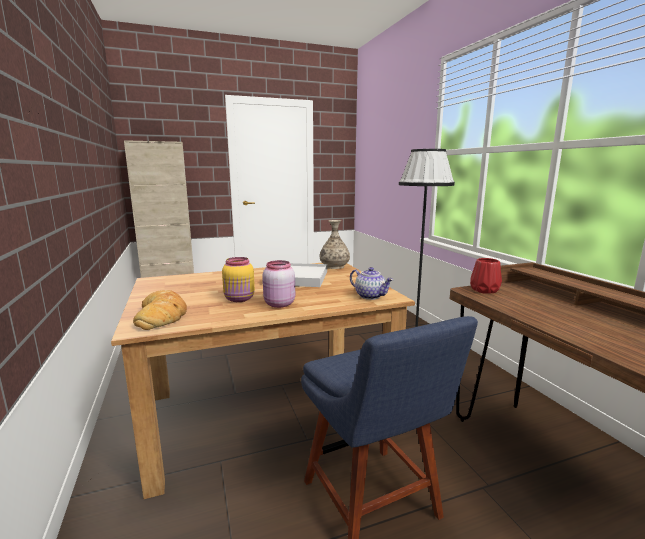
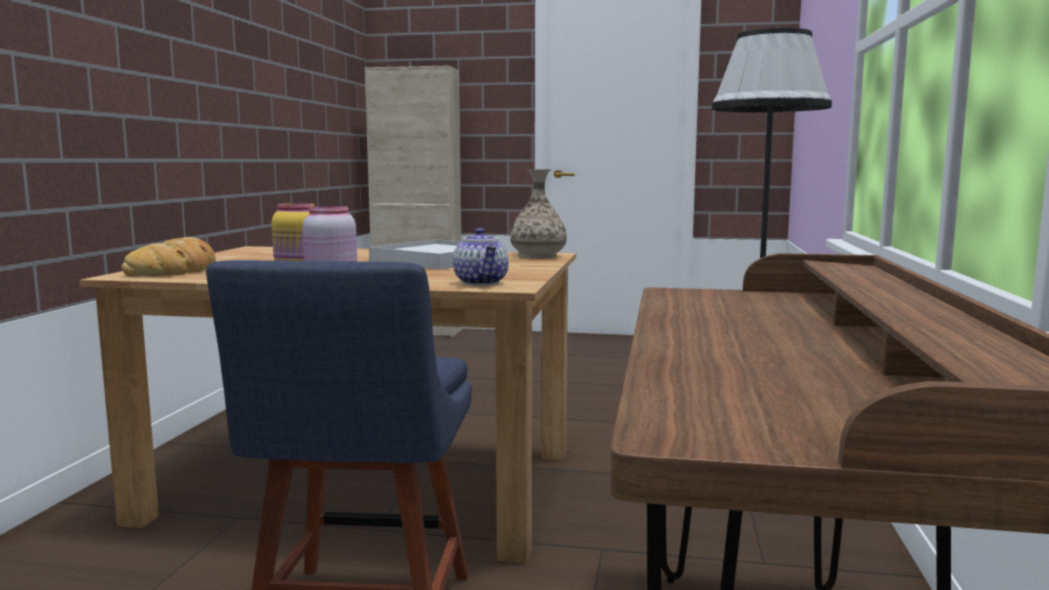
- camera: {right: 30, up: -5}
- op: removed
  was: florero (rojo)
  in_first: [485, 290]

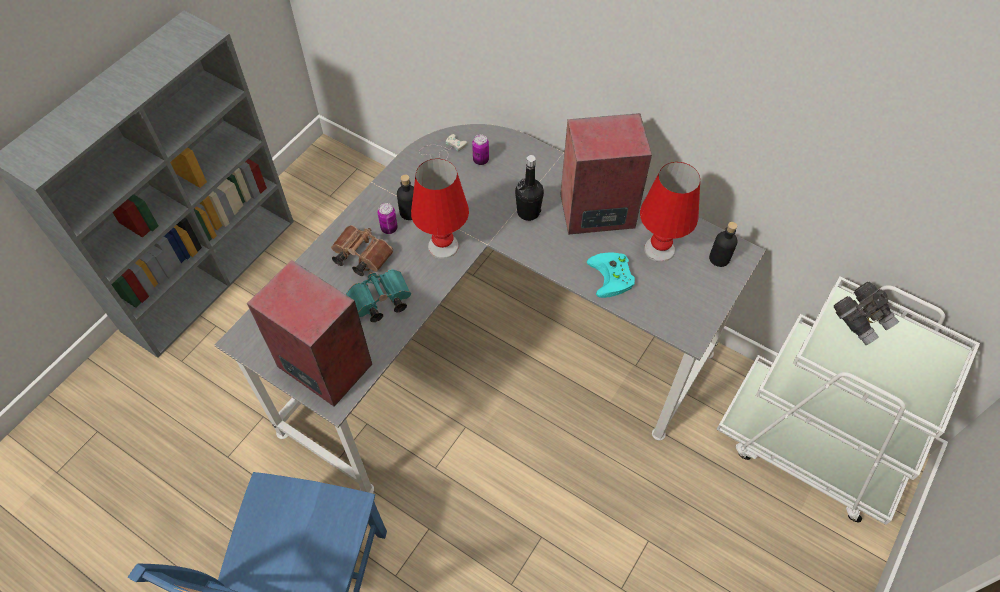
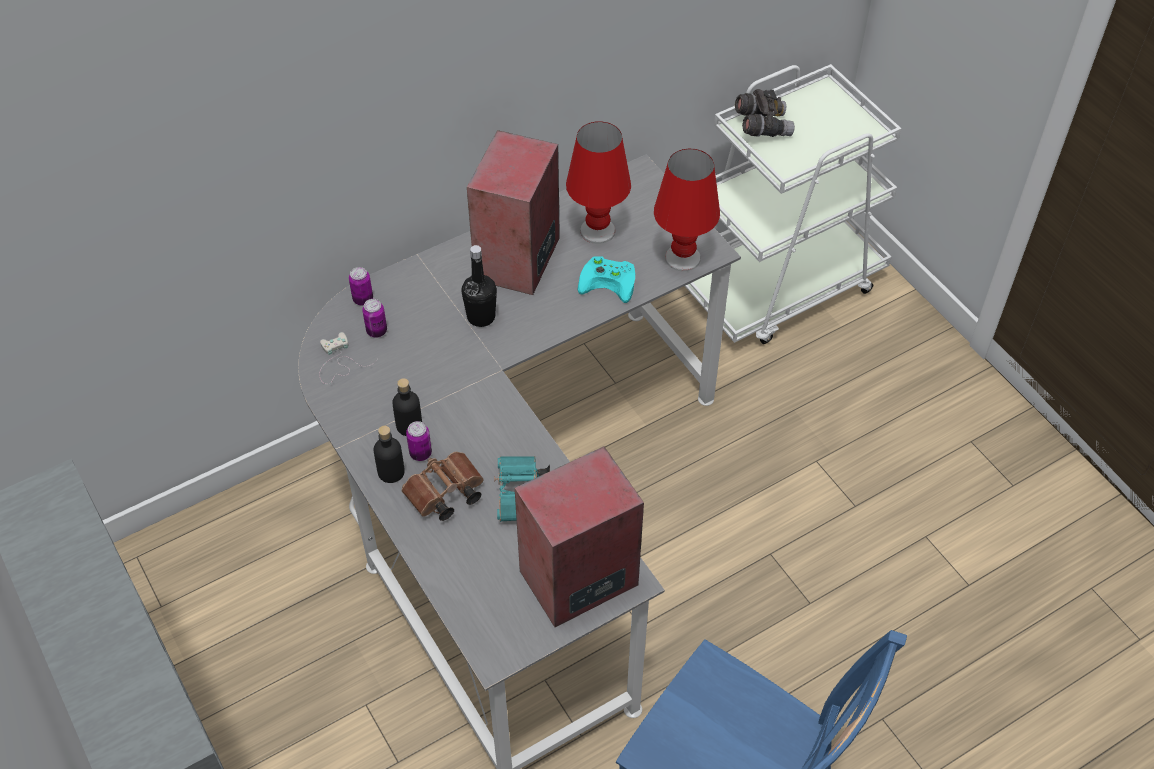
- camera: {right: -65, up: -5}
- op: added
  now: lata
  in_second: [363, 299]
- op: moved
  was: botella (negro)
  in_first: [719, 258]
  in_second: [391, 472]
- op: moved
  was: lámpara de mesa (rojo)
  in_first: [442, 246]
  in_second: [682, 258]

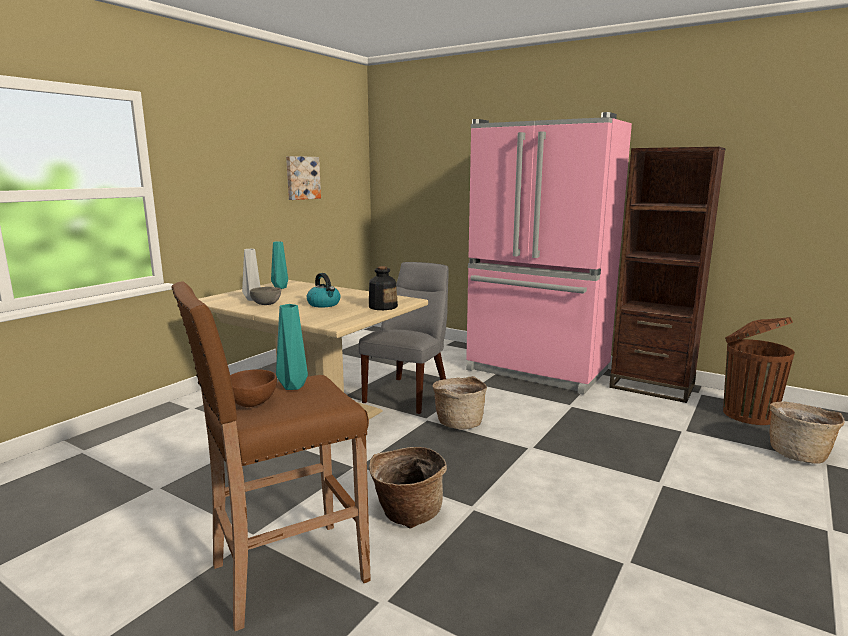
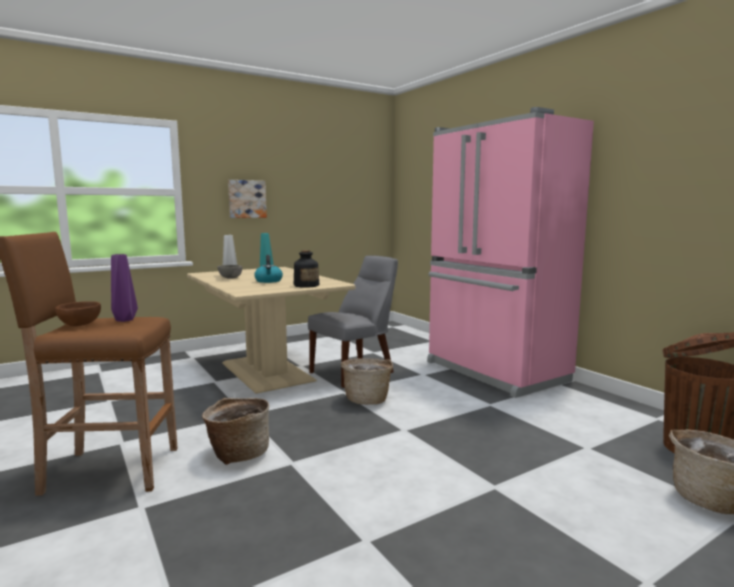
- camera: {right: 25, up: -5}
- op: recoloured
  was: florero (turquesa)
  now: florero (morado)
  in_first: [294, 386]
  in_second: [126, 320]
- op: moved
  was: cuadro
  in_first: [302, 178]
  in_second: [247, 199]
- op: removed
  was: estantería (marrón)
  in_first: [651, 387]

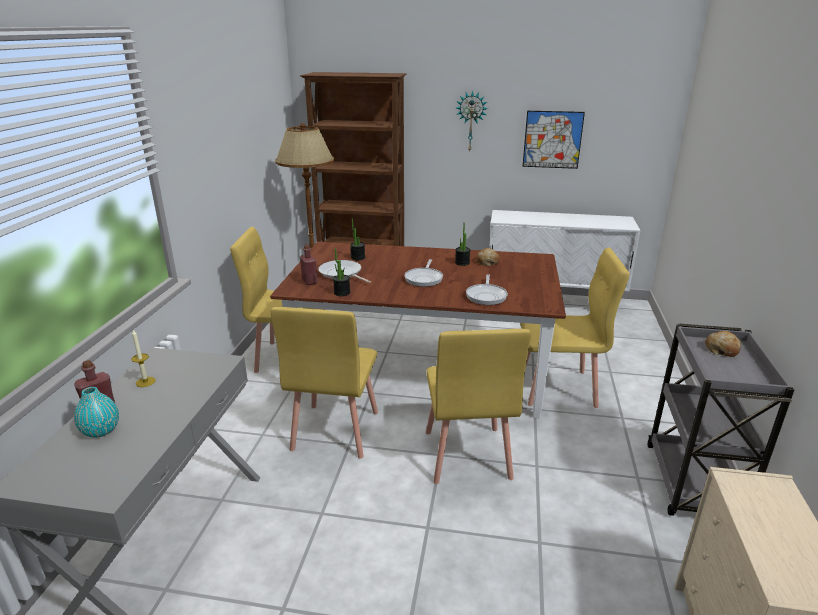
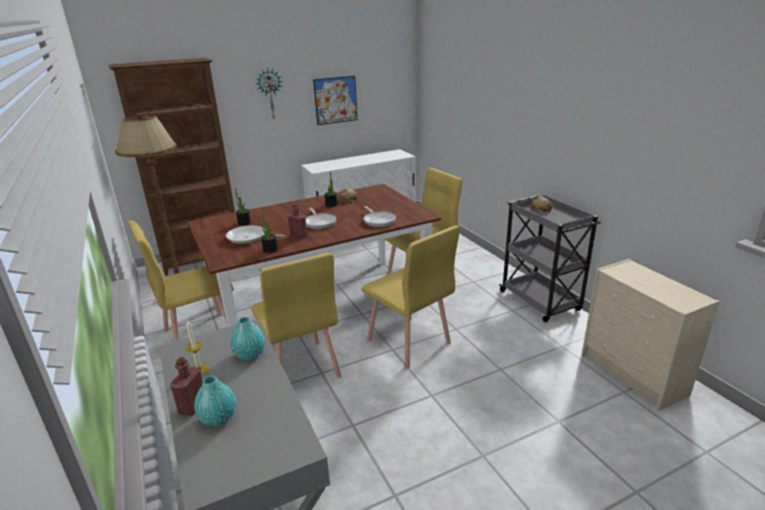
- camera: {right: -35, up: 0}
- op: added
  now: florero (turquesa)
  in_second: [250, 354]
- op: moved
  was: botella (rojo)
  in_first: [309, 281]
  in_second: [298, 236]

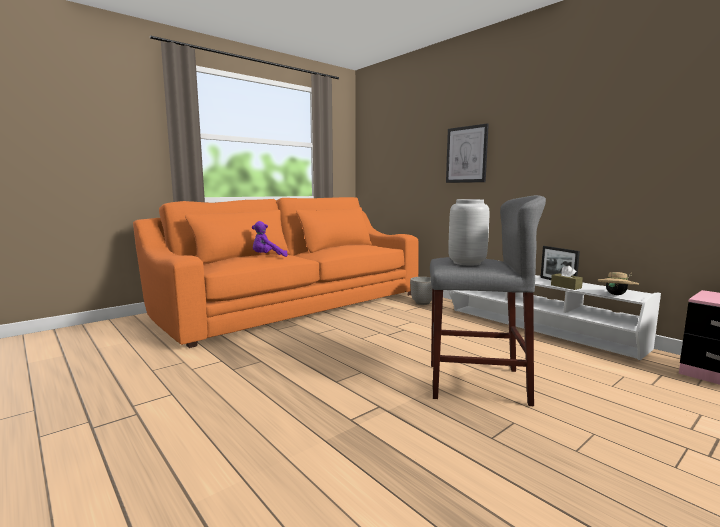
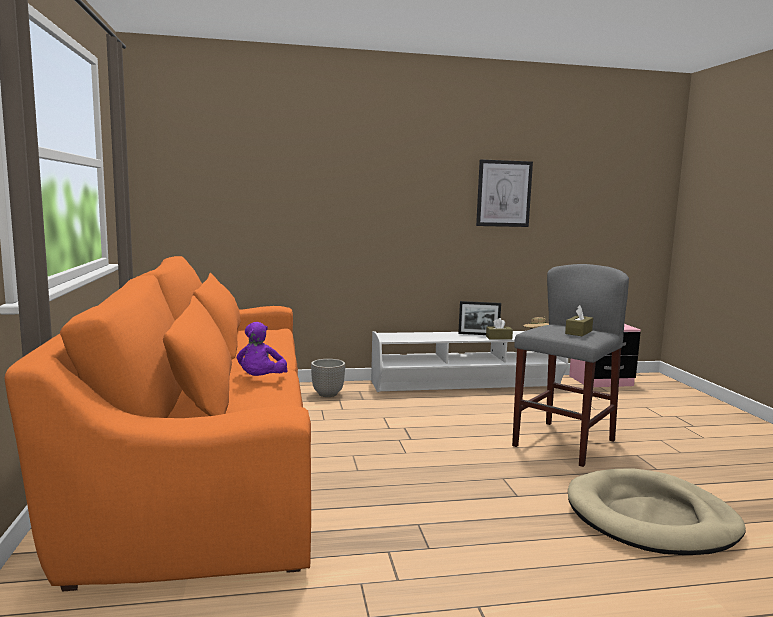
- camera: {right: -60, up: 0}
- op: moved
  was: cuadro
  in_first: [466, 154]
  in_second: [504, 193]
- op: replaced
  was: florero (gris)
  now: caja de pañuelos (marrón)
  in_first: [466, 263]
  in_second: [578, 332]
- op: added
  now: cama para perro (beis)
  in_second: [651, 518]

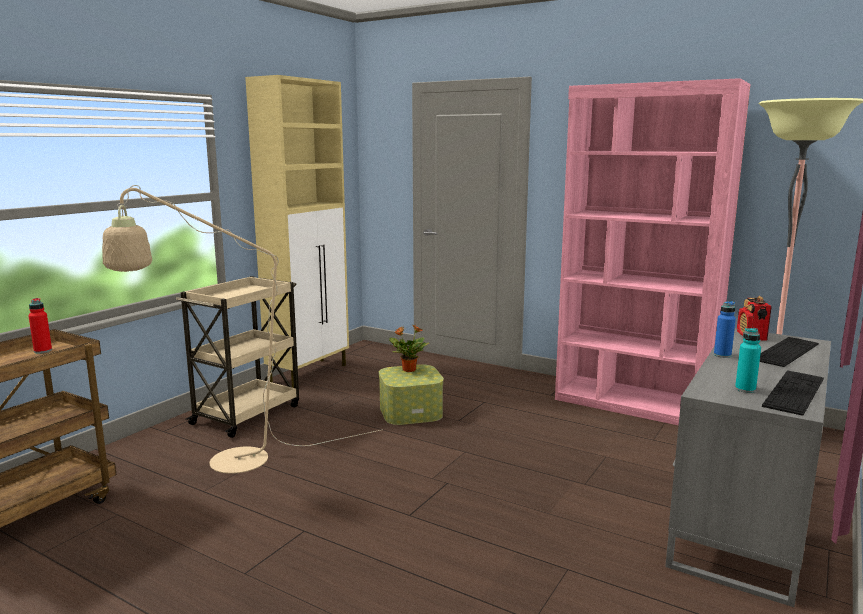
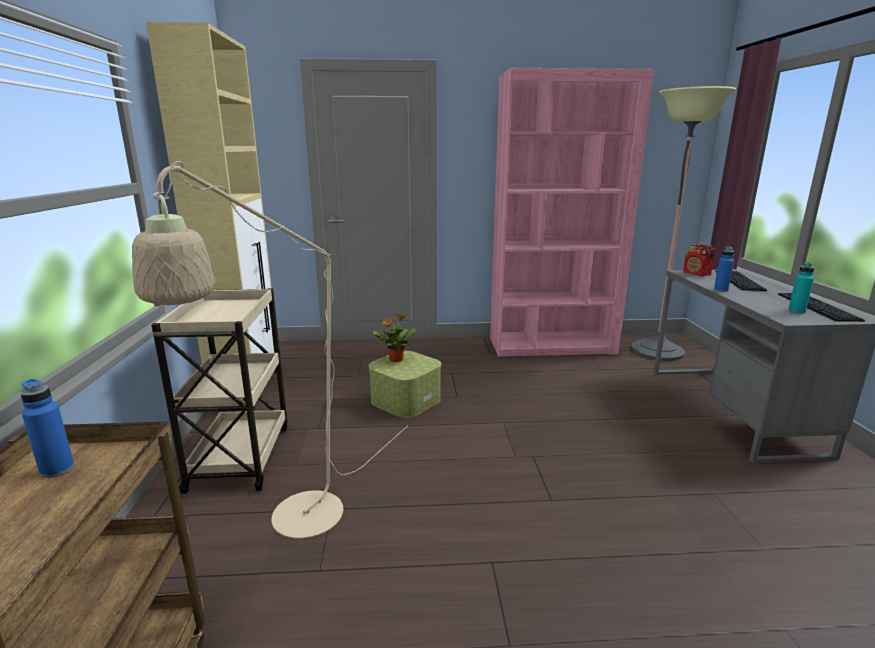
- camera: {right: -35, up: 5}
- op: recoloured
  was: botella (rojo)
  now: botella (azul)
  in_first: [43, 351]
  in_second: [57, 469]

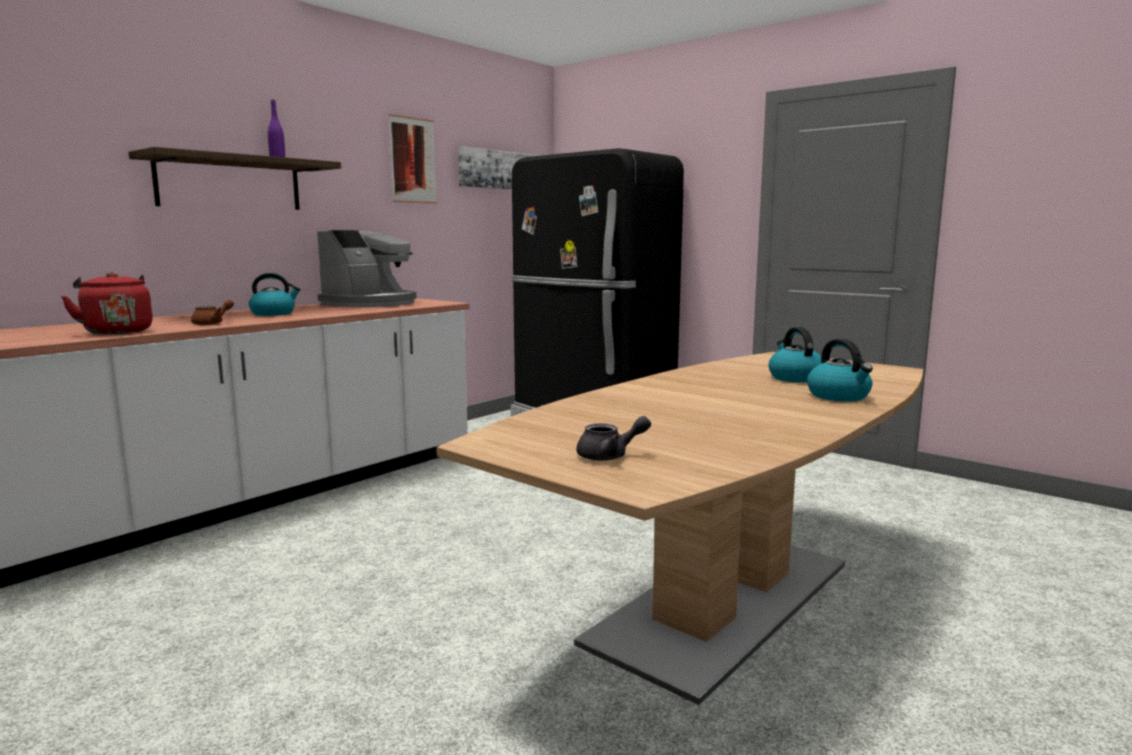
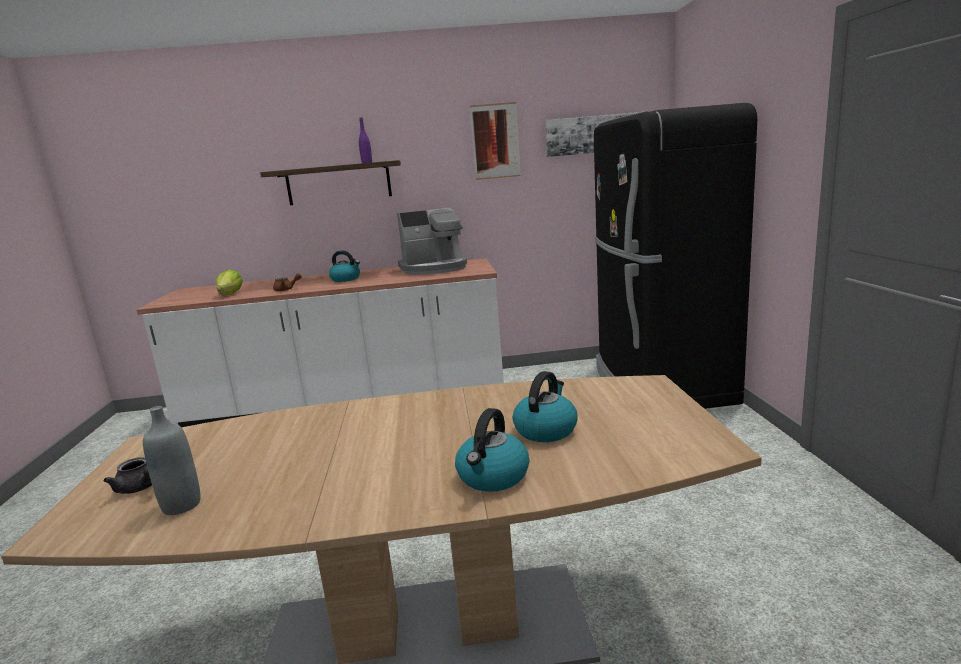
- camera: {right: 45, up: 5}
- op: added
  now: botella (gris)
  in_second: [181, 505]
- op: replaced
  was: hervidor (rojo)
  now: lechuga
  in_first: [116, 331]
  in_second: [231, 294]

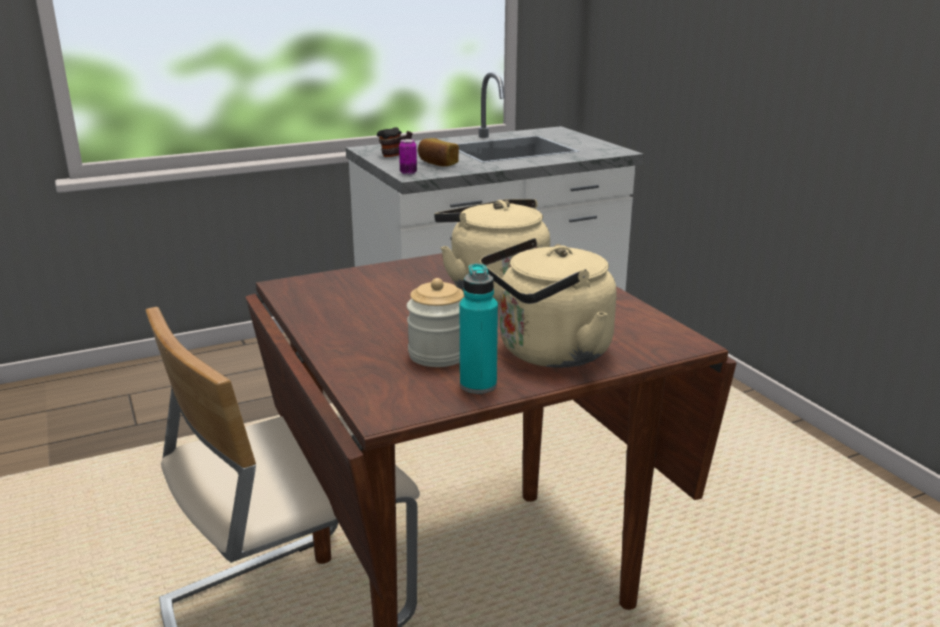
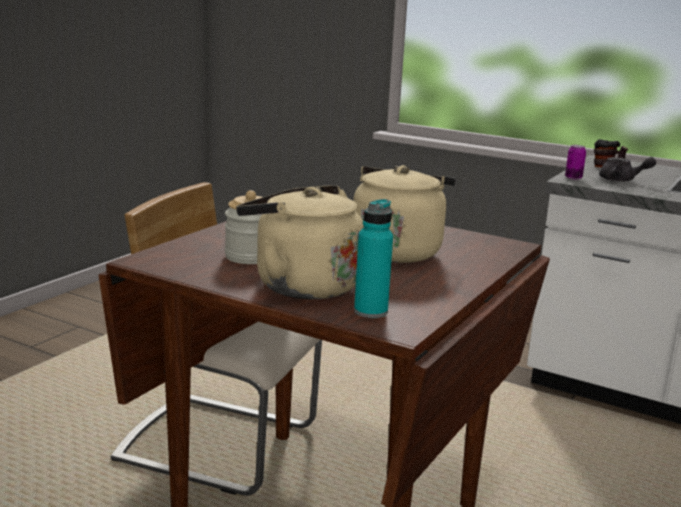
- camera: {right: 55, up: -5}
- op: moved
  was: botella (turquesa)
  in_first: [478, 385]
  in_second: [370, 312]
- op: replaced
  was: pan
  now: tetera (gris)
  in_first: [437, 163]
  in_second: [621, 180]

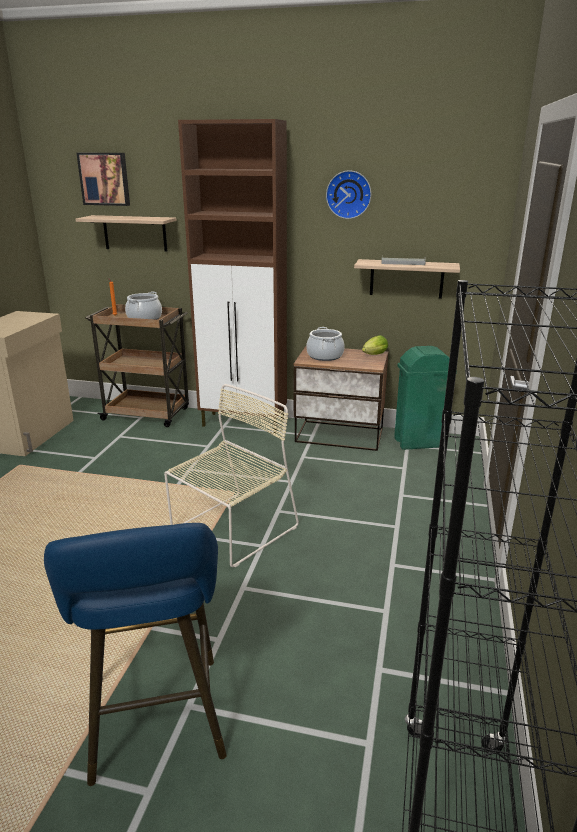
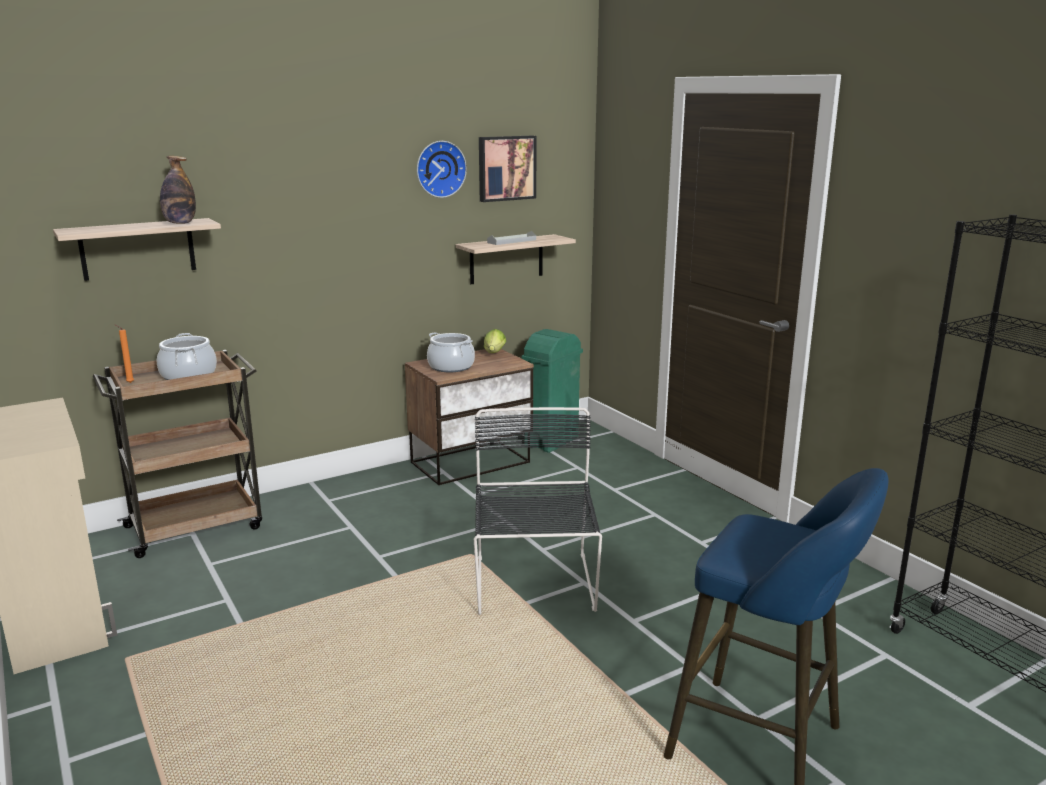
- camera: {right: -45, up: -5}
- op: added
  now: botella
  in_second: [180, 223]
- op: recoloured
  was: silla (beis)
  now: silla (negro)
  in_first: [232, 530]
  in_second: [534, 585]
- op: moved
  was: cuadro
  in_first: [105, 179]
  in_second: [506, 168]
- op: removed
  was: armario (marrón)
  in_first: [244, 423]

